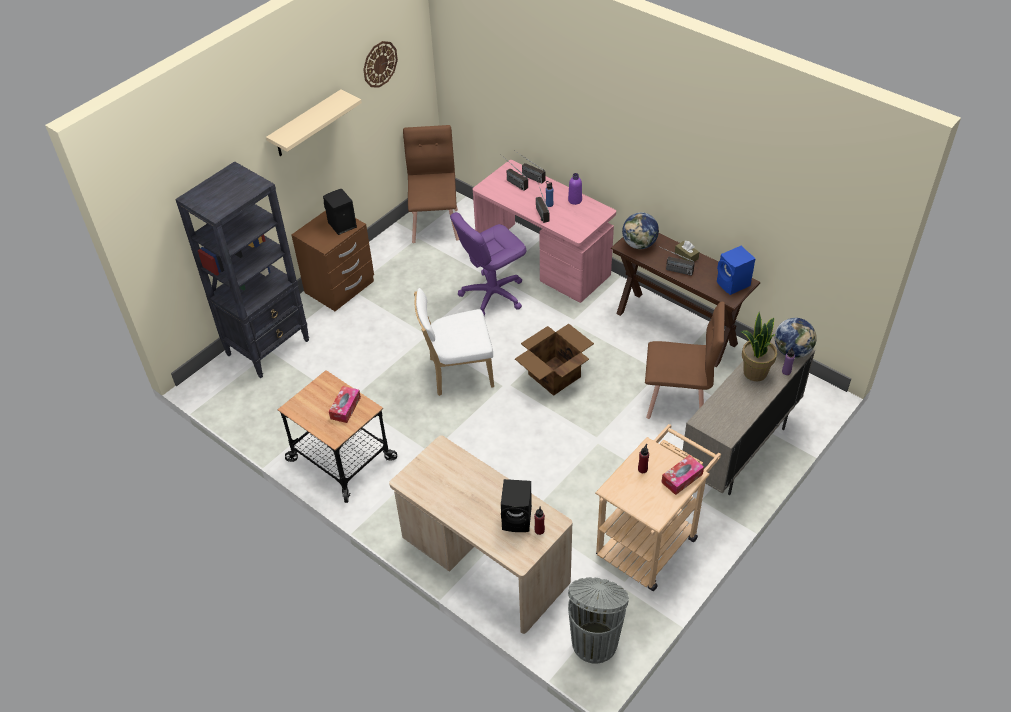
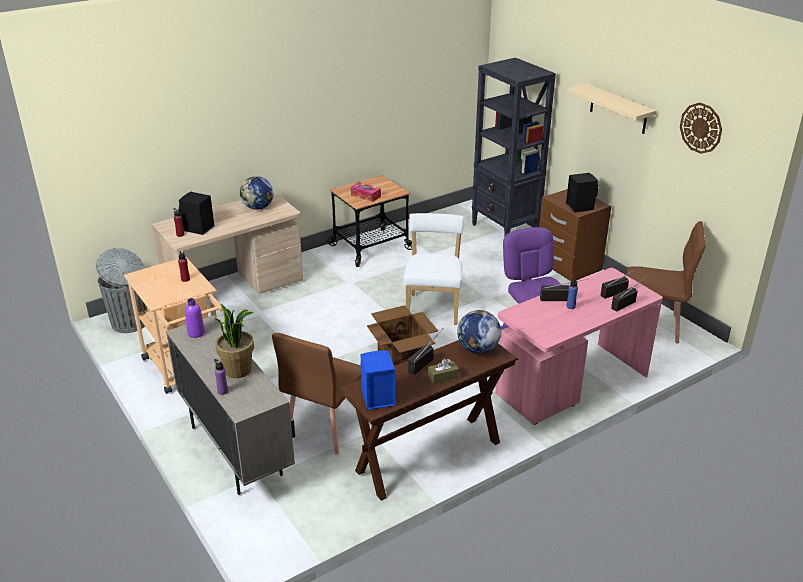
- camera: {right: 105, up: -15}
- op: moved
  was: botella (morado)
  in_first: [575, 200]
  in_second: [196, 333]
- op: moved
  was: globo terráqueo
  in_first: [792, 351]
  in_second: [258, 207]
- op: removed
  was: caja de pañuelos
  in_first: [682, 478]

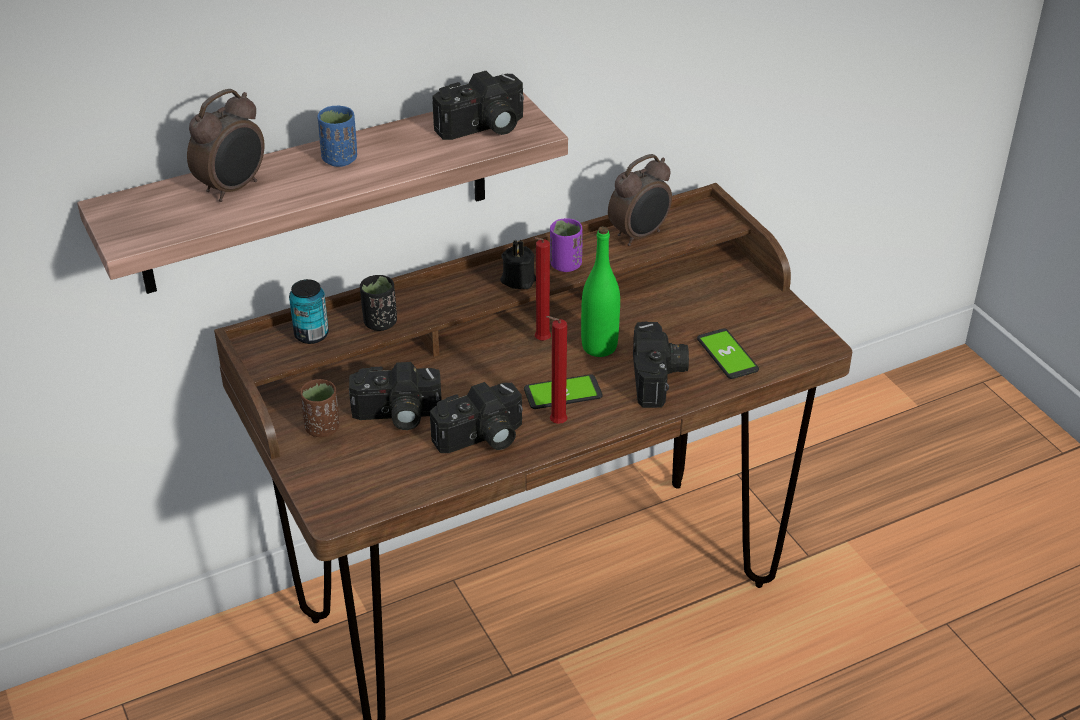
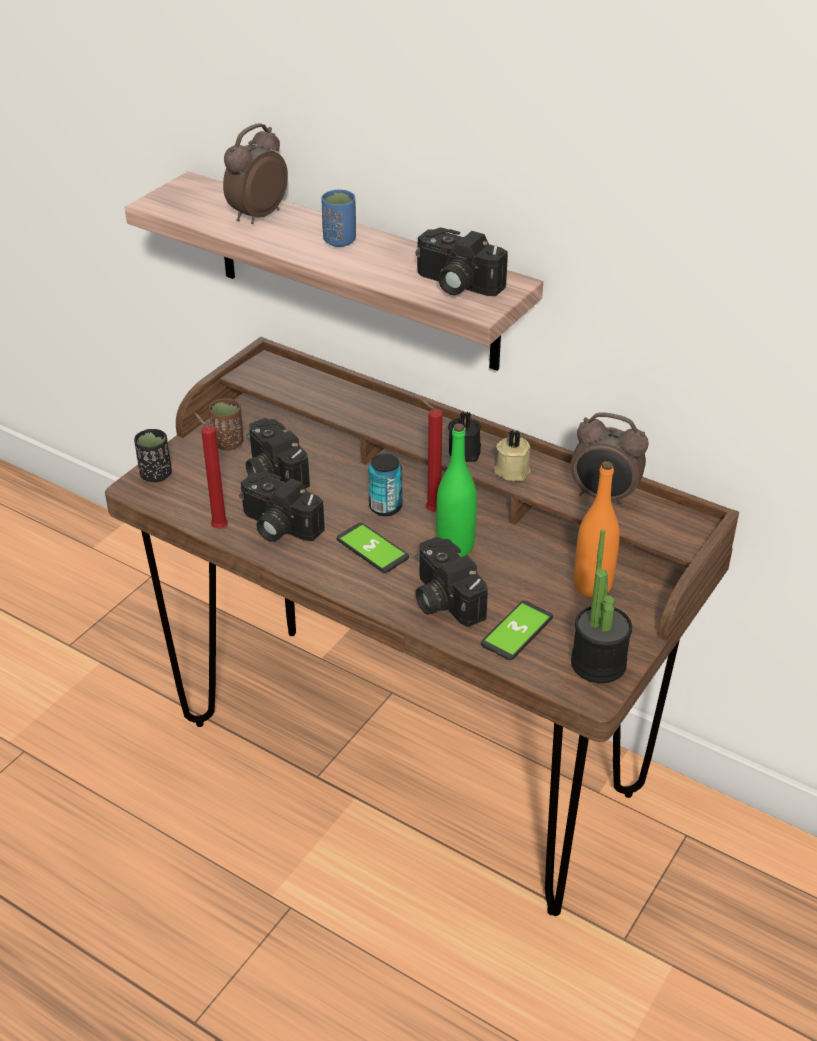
- camera: {right: 60, up: 0}
- op: moved
  was: taza (negro)
  in_first: [380, 323]
  in_second: [156, 475]
- op: moved
  was: vela (rojo)
  in_first: [555, 424]
  in_second: [217, 527]
- op: turned
  was: despertador
  in_first: [233, 188]
  in_second: [256, 216]
  clockwise: 120
- op: moved
  was: lata
  in_first: [311, 335]
  in_second: [385, 507]
- op: turned
  was: cámara
  in_first: [659, 378]
  in_second: [442, 599]
  clockwise: 90
- op: replaced
  was: taza (morado)
  now: vela (beis)
  in_first: [565, 265]
  in_second: [512, 470]
- op: added
  now: planta en maceta
  in_second: [598, 663]
- op: added
  now: botella (naranja)
  in_second: [592, 586]

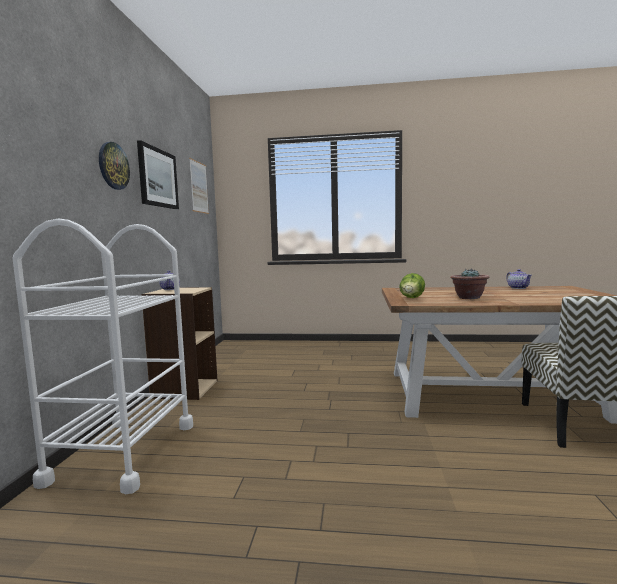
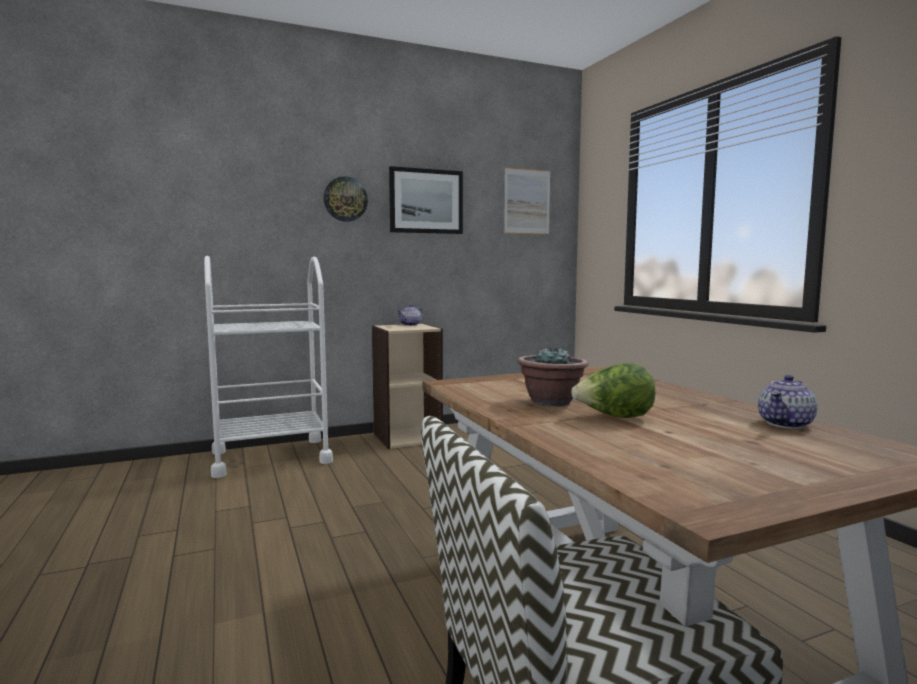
- camera: {right: 60, up: 0}
- op: moved
  was: lechuga
  in_first: [412, 298]
  in_second: [614, 418]

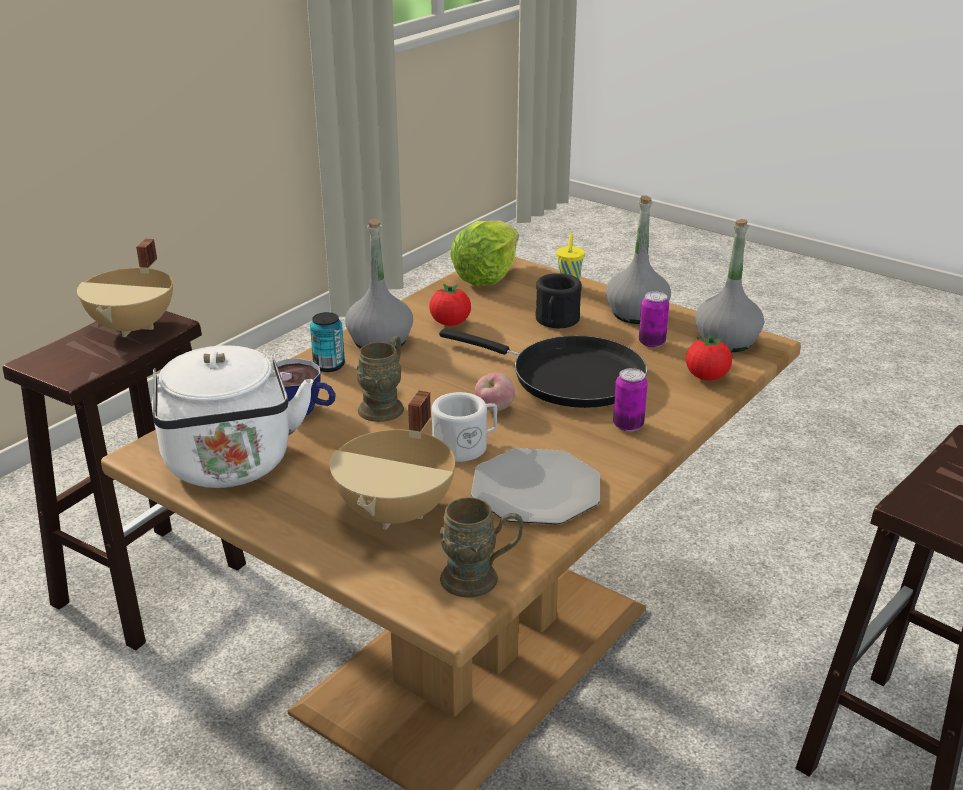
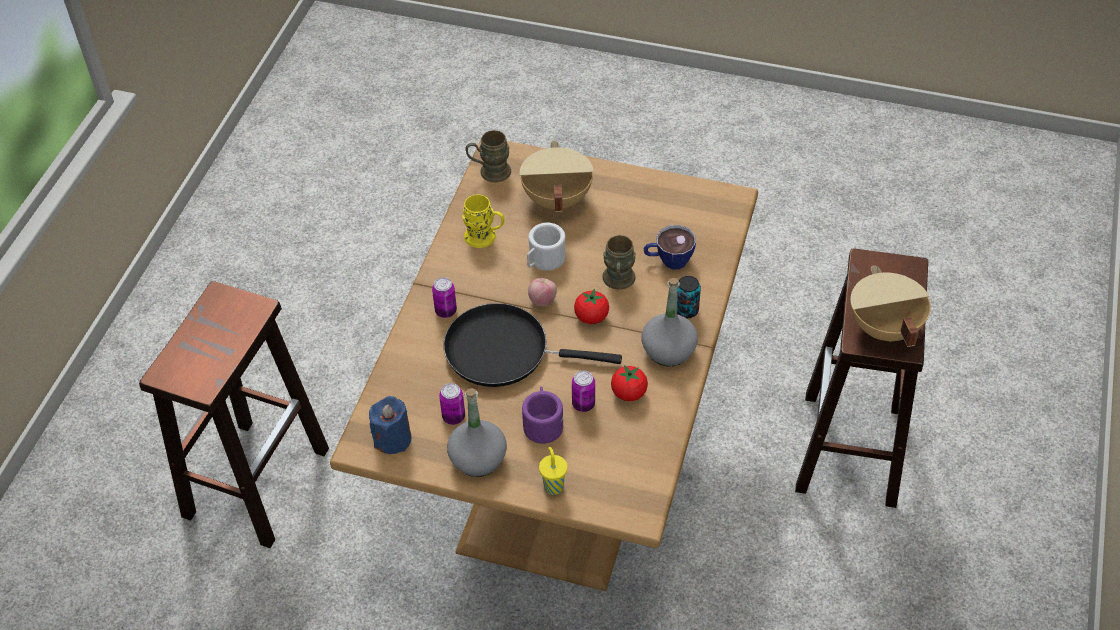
- camera: {right: 160, up: 20}
- op: replaced
  was: botella (gris)
  now: vela (azul)
  in_first: [726, 341]
  in_second: [392, 439]
- op: replaced
  was: plato
  now: taza grande (amarillo)
  in_first: [535, 489]
  in_second: [485, 238]
- op: recoloured
  was: taza grande (negro)
  now: taza grande (morado)
  in_first: [556, 321]
  in_second: [543, 423]
- op: added
  now: lata
  in_second: [583, 404]
- op: moved
  was: tomate
  in_first: [706, 377]
  in_second: [591, 317]
- op: removed
  was: hervidor (blanco)
  in_first: [231, 467]
- op: removed
  was: lechuga
  in_first: [487, 276]

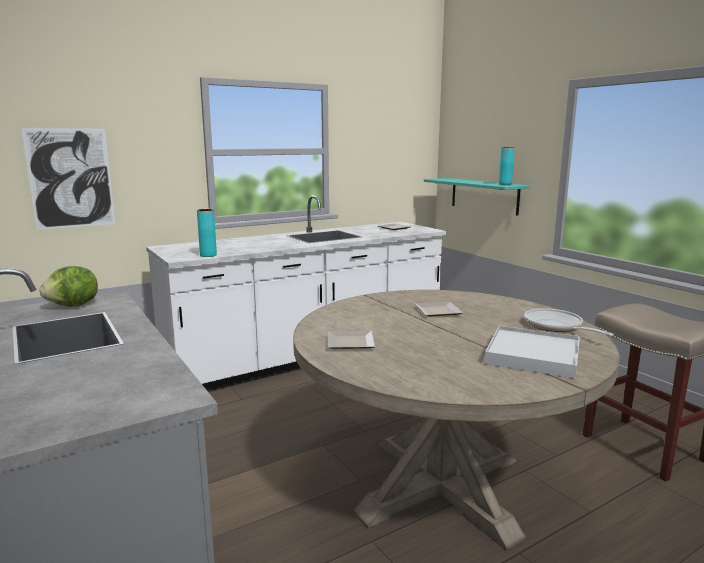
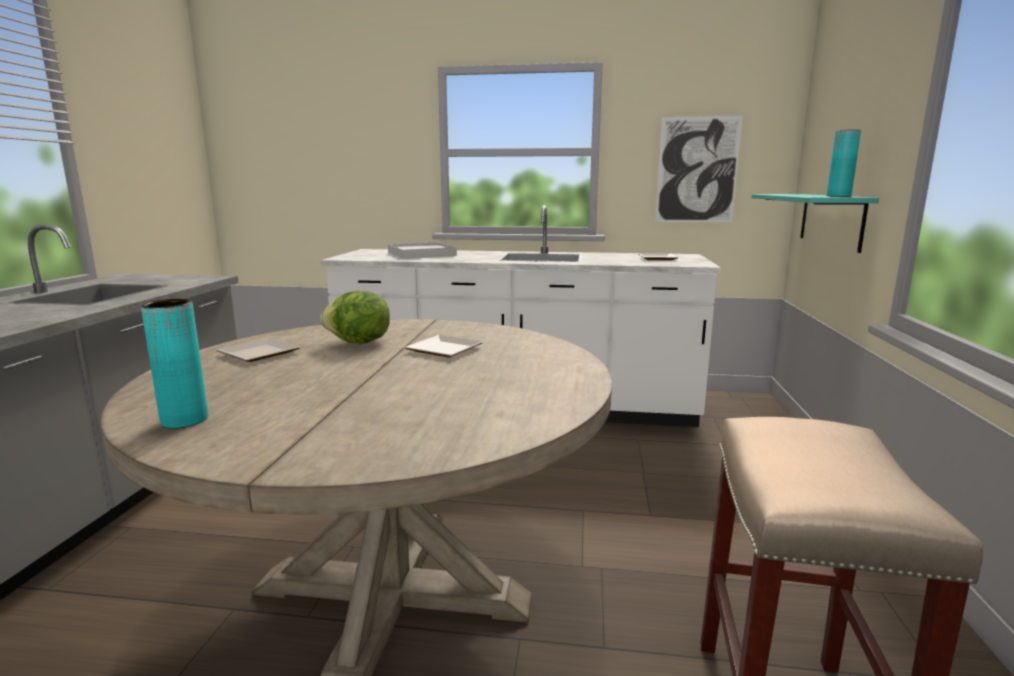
- camera: {right: 40, up: 0}
- op: moved
  was: florero (turquesa)
  in_first: [208, 255]
  in_second: [184, 420]
- op: moved
  was: lechuga
  in_first: [74, 306]
  in_second: [359, 343]
- op: moved
  was: bandeja (blanco)
  in_first: [532, 355]
  in_second: [422, 254]
- op: moved
  was: cuadro
  in_first: [71, 178]
  in_second: [697, 170]
- op: removed
  was: sartén
  in_first: [556, 327]

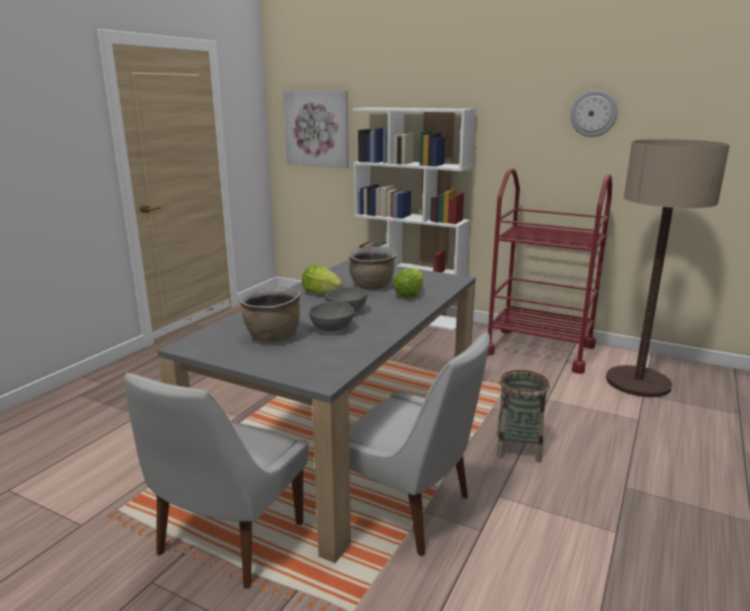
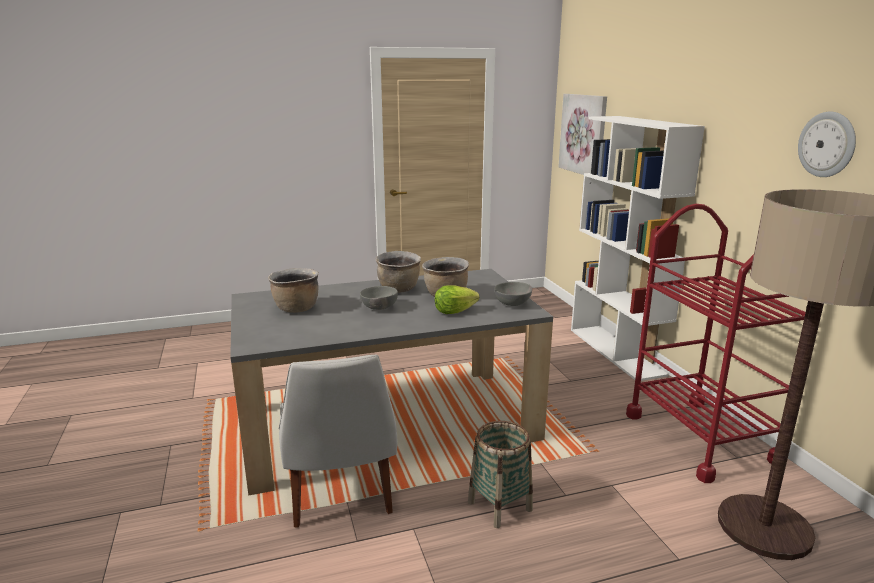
- camera: {right: 45, up: 0}
- op: replaced
  was: lechuga
  now: olla (marrón)
  in_first: [321, 293]
  in_second: [399, 289]
- op: moved
  was: cuenco (gris)
  in_first: [333, 329]
  in_second: [513, 304]
- op: removed
  was: silla (blanco)
  in_first: [228, 542]

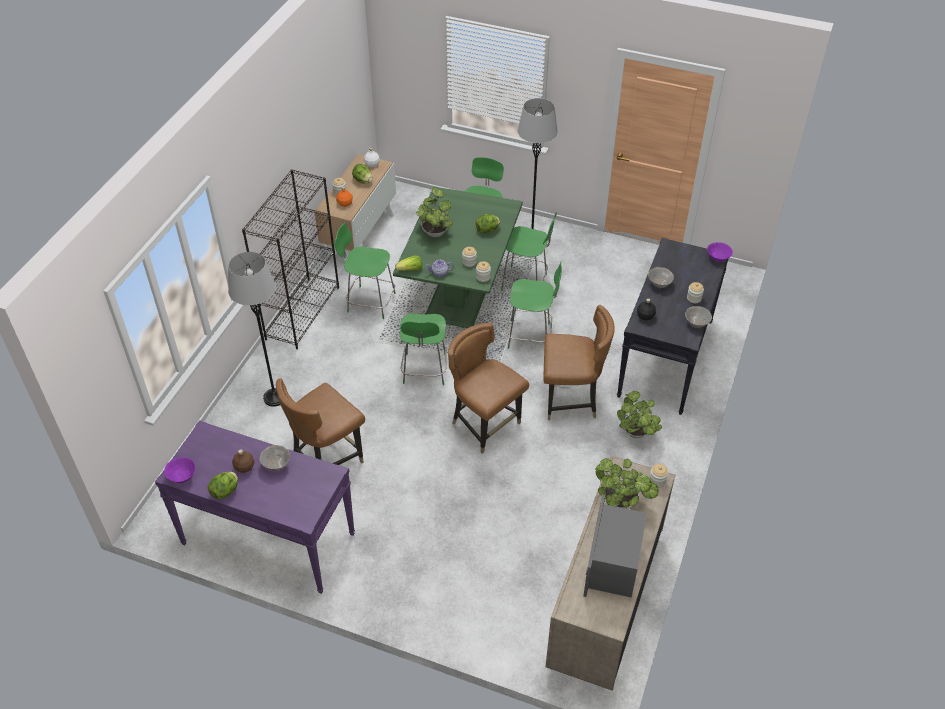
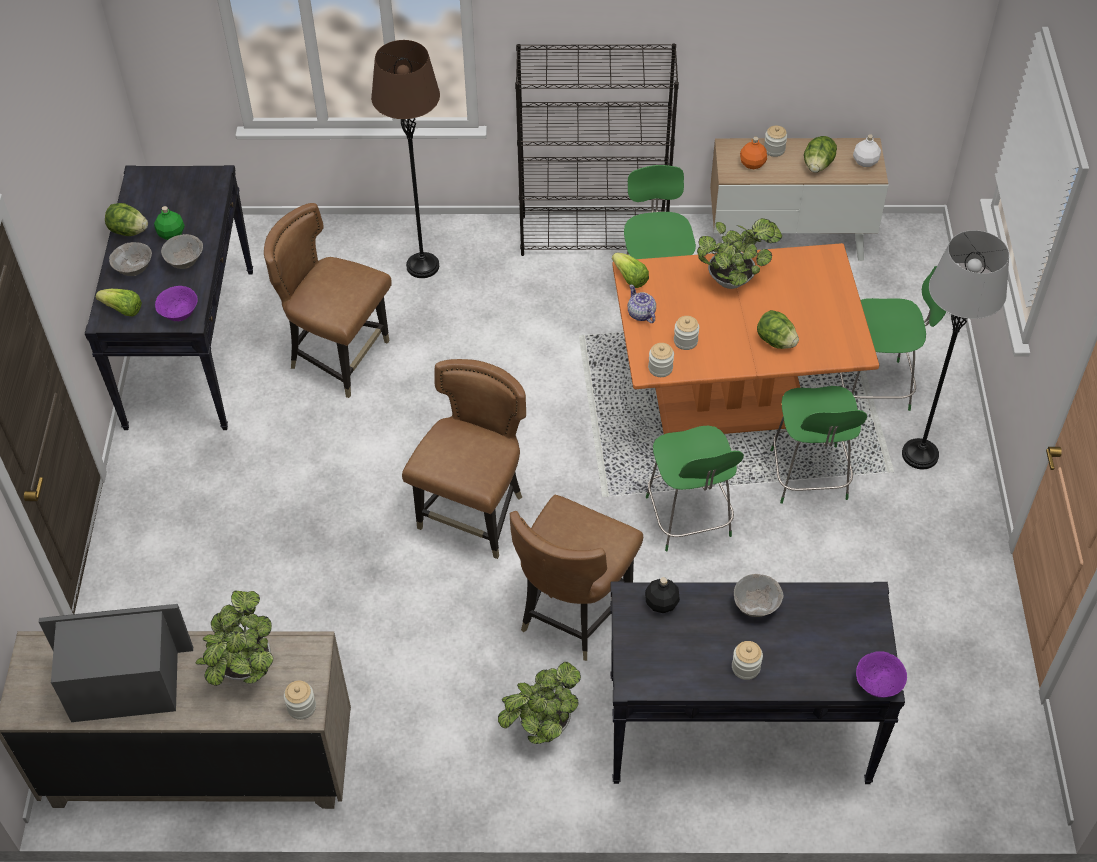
- camera: {right: 70, up: 5}
- op: recoloured
  was: mesa consola (morado)
  now: mesa consola (negro)
  in_first: [267, 539]
  in_second: [190, 347]
- op: added
  now: lechuga
  in_second: [122, 310]
- op: moved
  was: cuenco (gris)
  in_first: [696, 324]
  in_second: [133, 269]
- op: recoloured
  was: botella (marrón)
  now: botella (verde)
  in_first: [244, 467]
  in_second: [172, 234]
- op: moved
  was: cuenco (morado)
  in_first: [182, 477]
  in_second: [179, 314]
- op: recoloured
  was: lámpara de pie (gris)
  now: lámpara de pie (marrón)
  in_first: [275, 397]
  in_second: [423, 266]
- op: turned
  was: silla (marrón)
  in_first: [571, 401]
  in_second: [572, 613]
  clockwise: 45
- op: recoloured
  was: mesa de comedor (verde)
  now: mesa de comedor (naranja)
  in_first: [460, 295]
  in_second: [731, 401]
- op: removed
  was: taburete (verde)
  in_first: [424, 371]

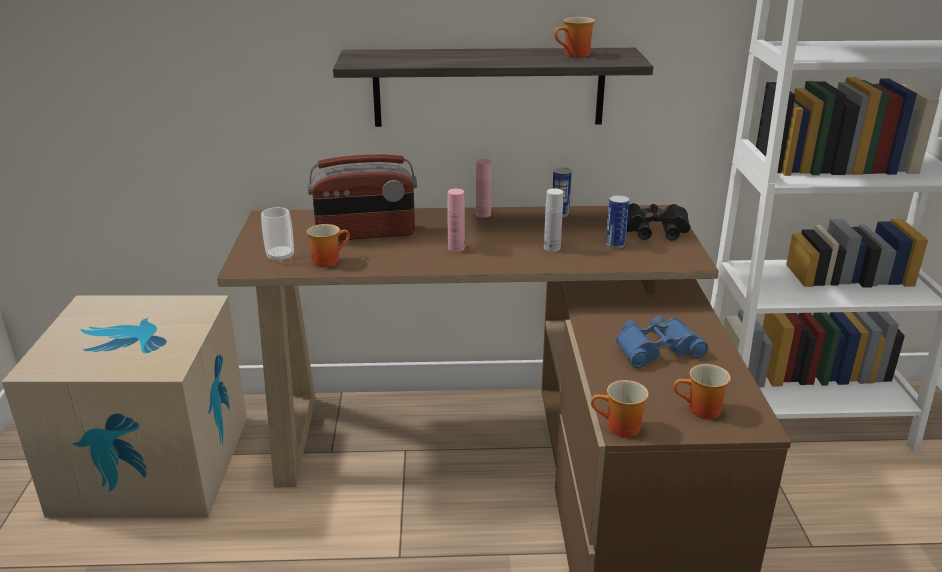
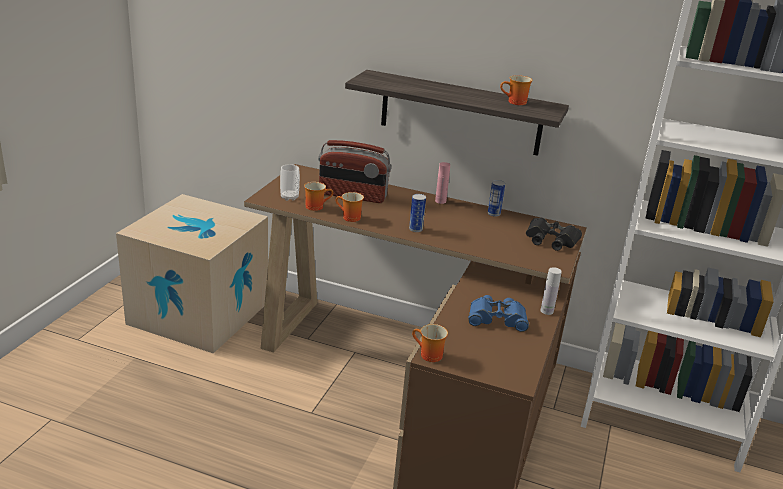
- camera: {right: 20, up: 0}
- op: moved
  was: taza grande
  in_first: [700, 411]
  in_second: [349, 218]
- op: moved
  was: lata
  in_first: [615, 245]
  in_second: [415, 229]
- op: moved
  was: botella (blanco)
  in_first: [552, 248]
  in_second: [547, 311]
- op: removed
  was: botella (rosa)
  in_first: [456, 248]

